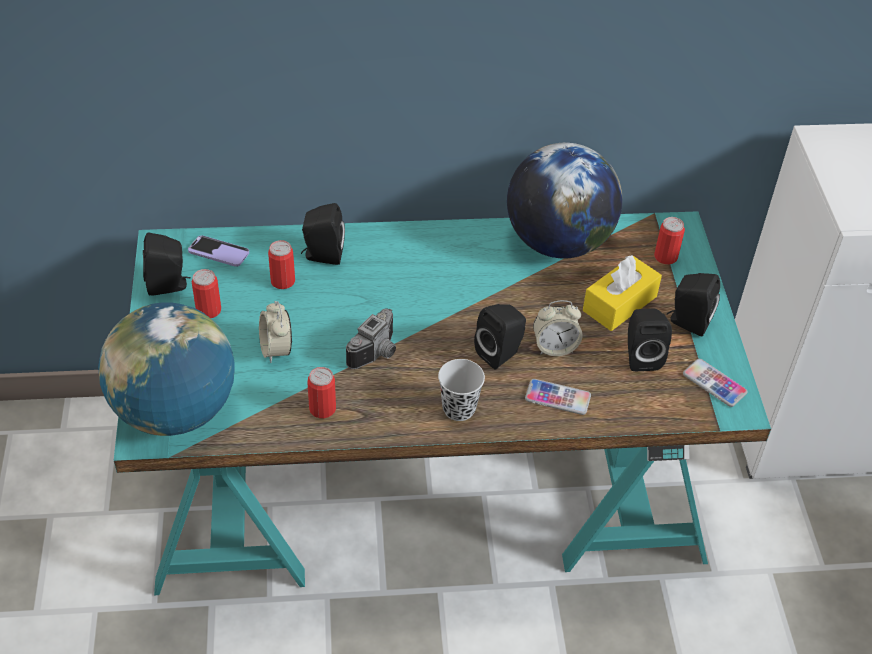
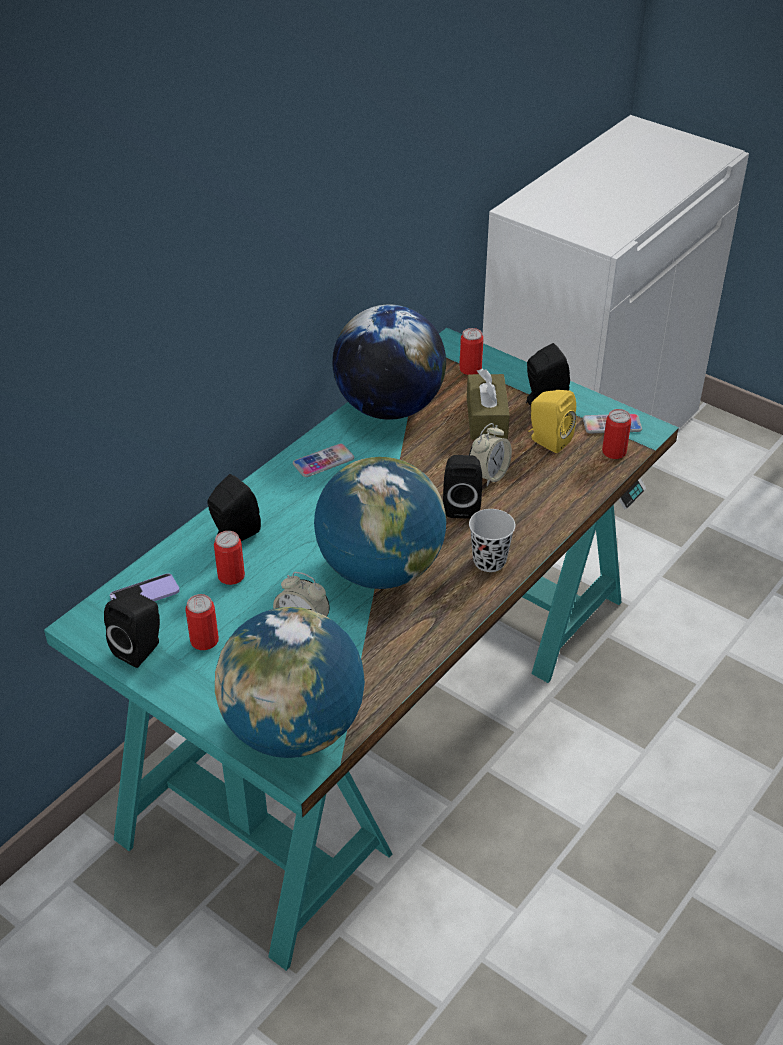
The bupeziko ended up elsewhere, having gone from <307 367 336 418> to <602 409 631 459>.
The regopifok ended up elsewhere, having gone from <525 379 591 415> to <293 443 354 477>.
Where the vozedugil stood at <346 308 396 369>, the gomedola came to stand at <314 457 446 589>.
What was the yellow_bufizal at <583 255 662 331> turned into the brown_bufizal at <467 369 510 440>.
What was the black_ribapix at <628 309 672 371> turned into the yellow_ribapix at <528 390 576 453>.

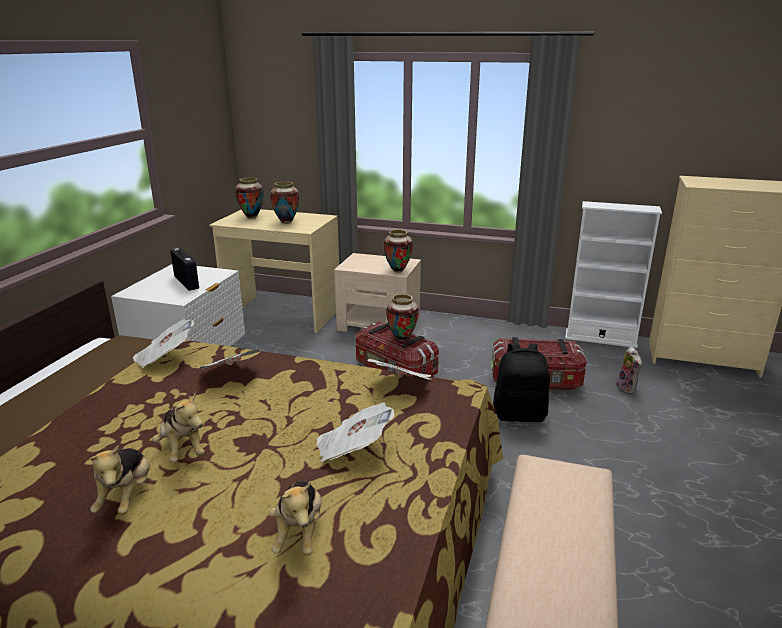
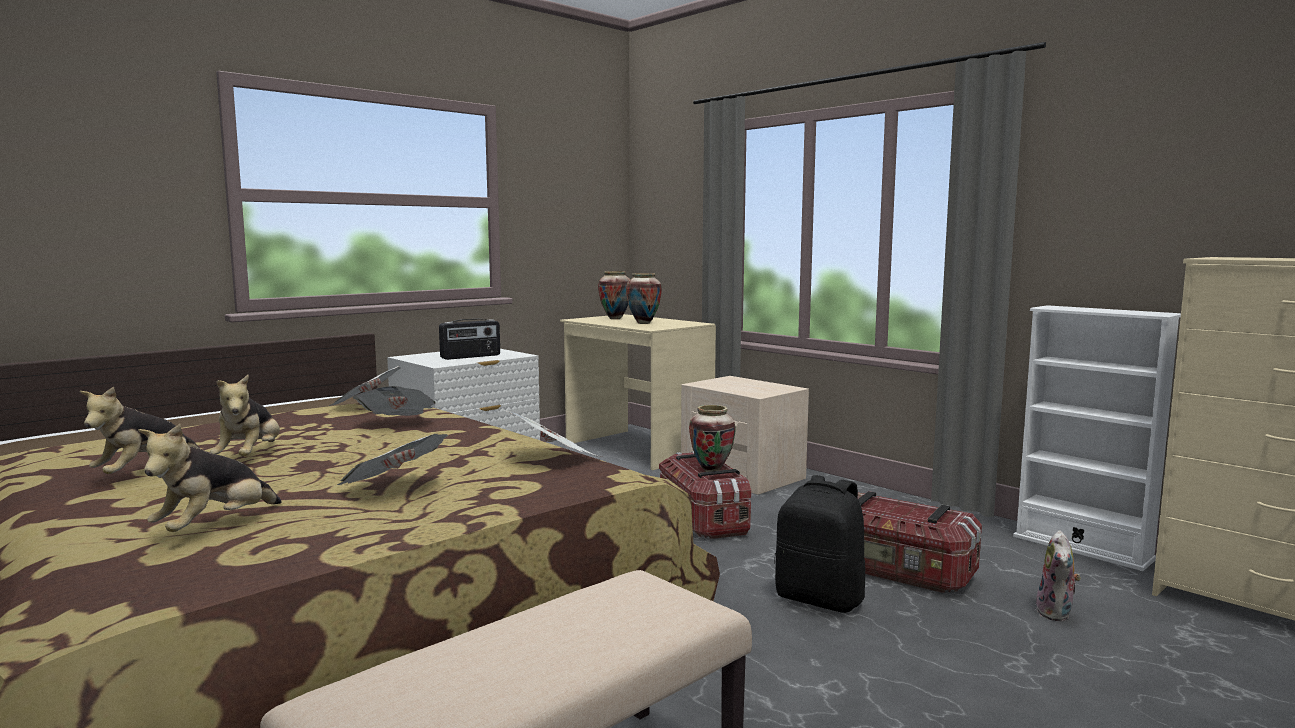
The second view lost the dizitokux at <384 230 413 272>.
The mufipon at <170 248 199 291> ended up facing another way, 60 degrees clockwise from before.

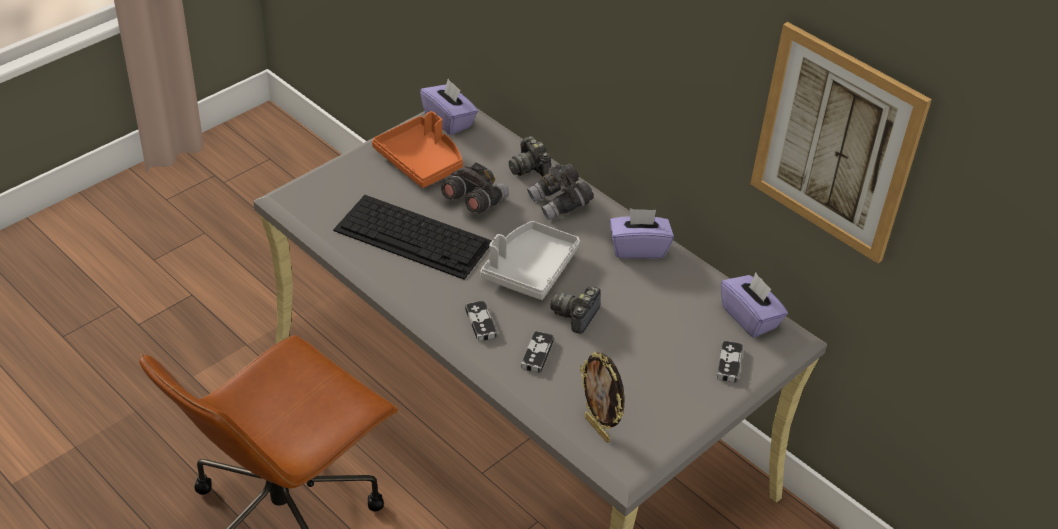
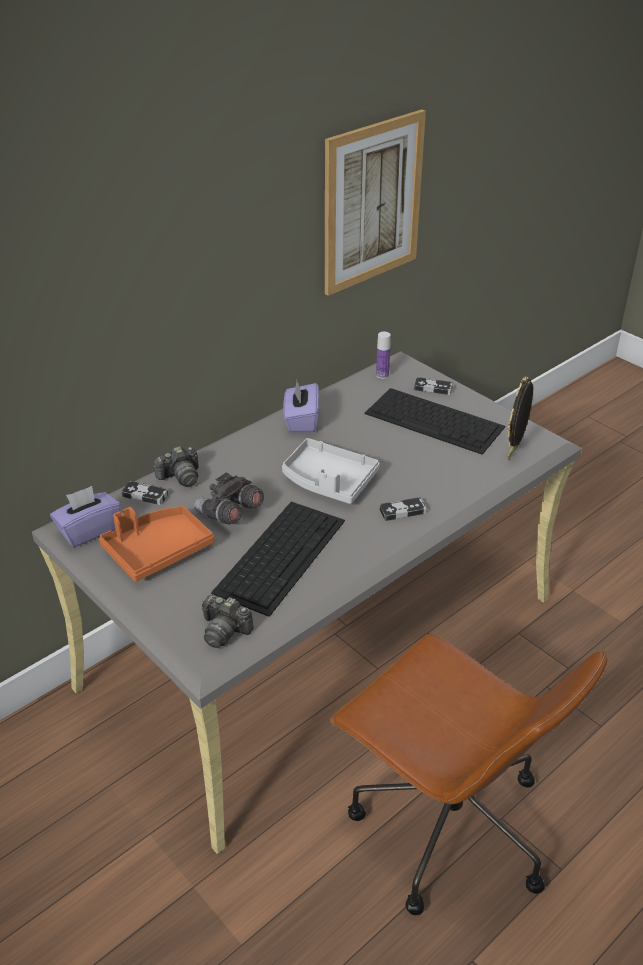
The second view lost the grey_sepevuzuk at <527 164 594 220>.
The second view gained the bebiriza at <365 388 505 455>.
The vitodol ended up elsewhere, having gone from <521 331 554 373> to <121 481 168 505>.
The vozedugil ended up elsewhere, having gone from <550 286 601 334> to <202 595 254 648>.
Where the purple_bufizal stood at <721 273 788 338>, the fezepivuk came to stand at <376 331 391 379>.
The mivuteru at <580 352 625 442> ended up facing another way, 150 degrees clockwise from before.

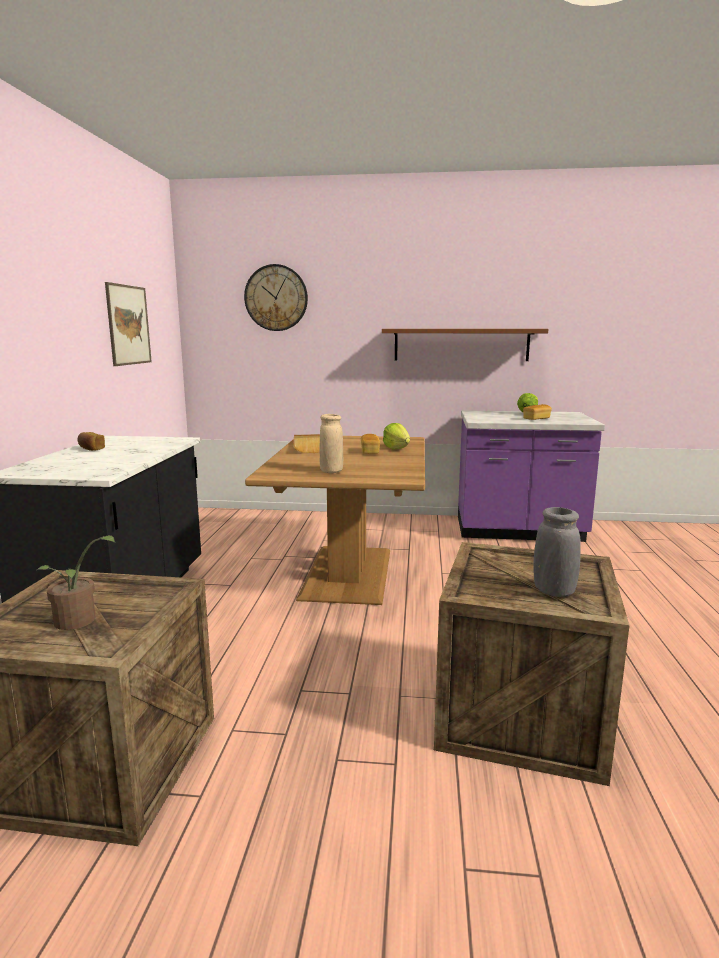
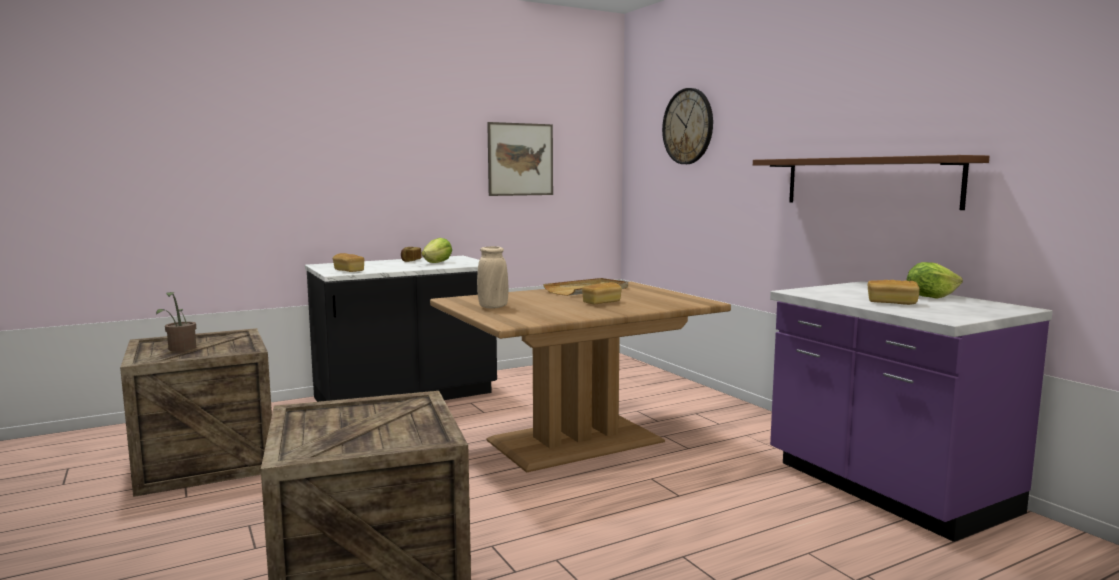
The second view lost the grey_dizitokux at <533 507 581 597>.
The second view gained the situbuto at <333 253 364 272>.
The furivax ended up elsewhere, having gone from <383 423 410 449> to <421 238 452 263>.

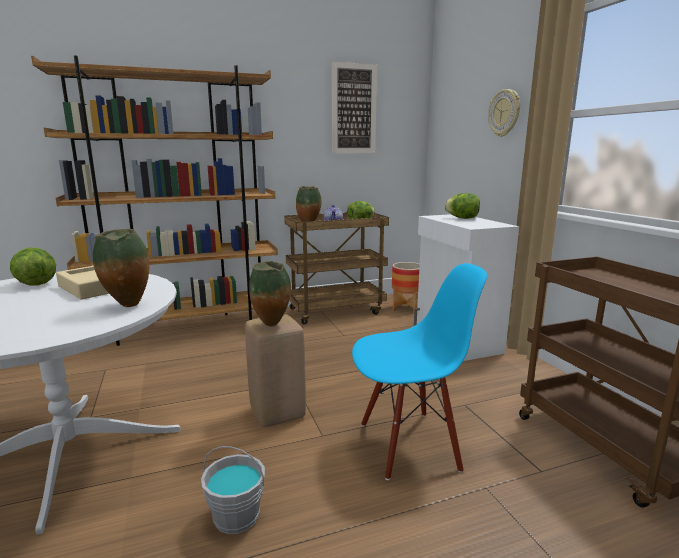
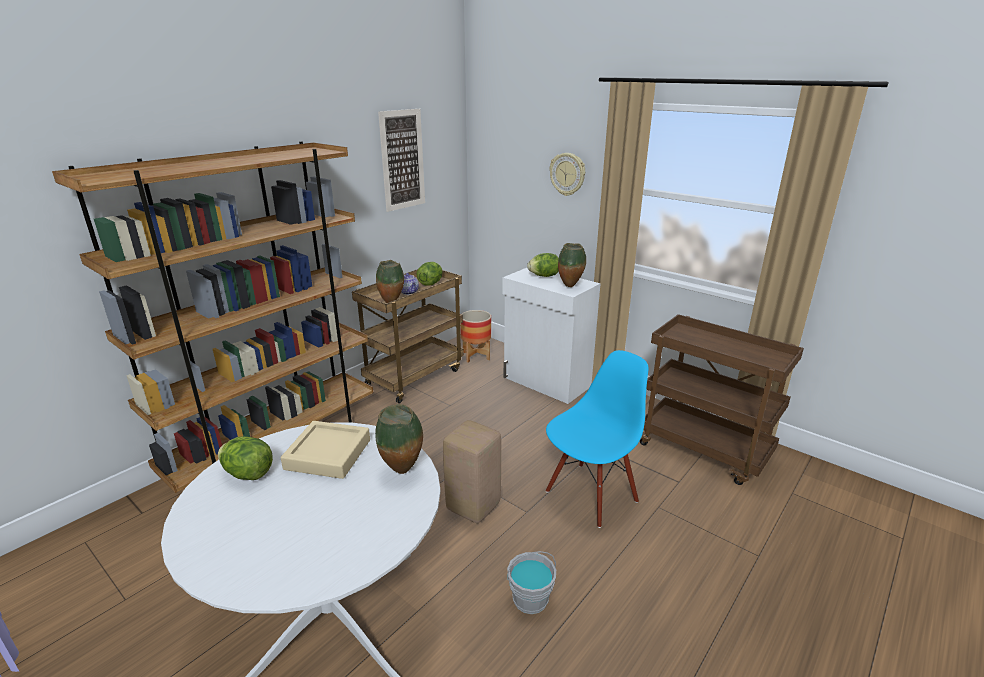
The dizitokux ended up elsewhere, having gone from <249 261 291 327> to <558 243 586 287>.

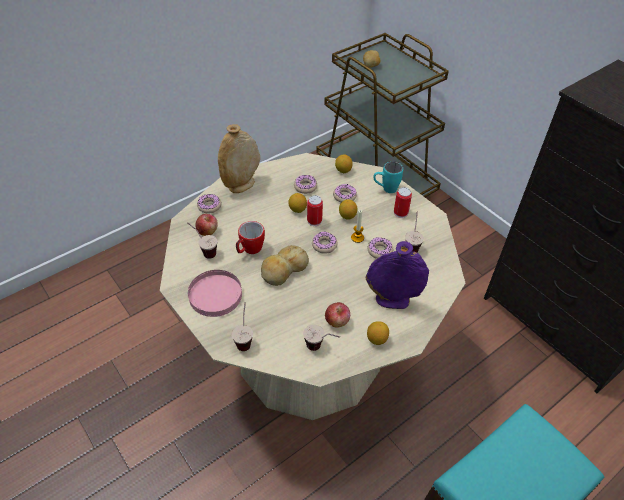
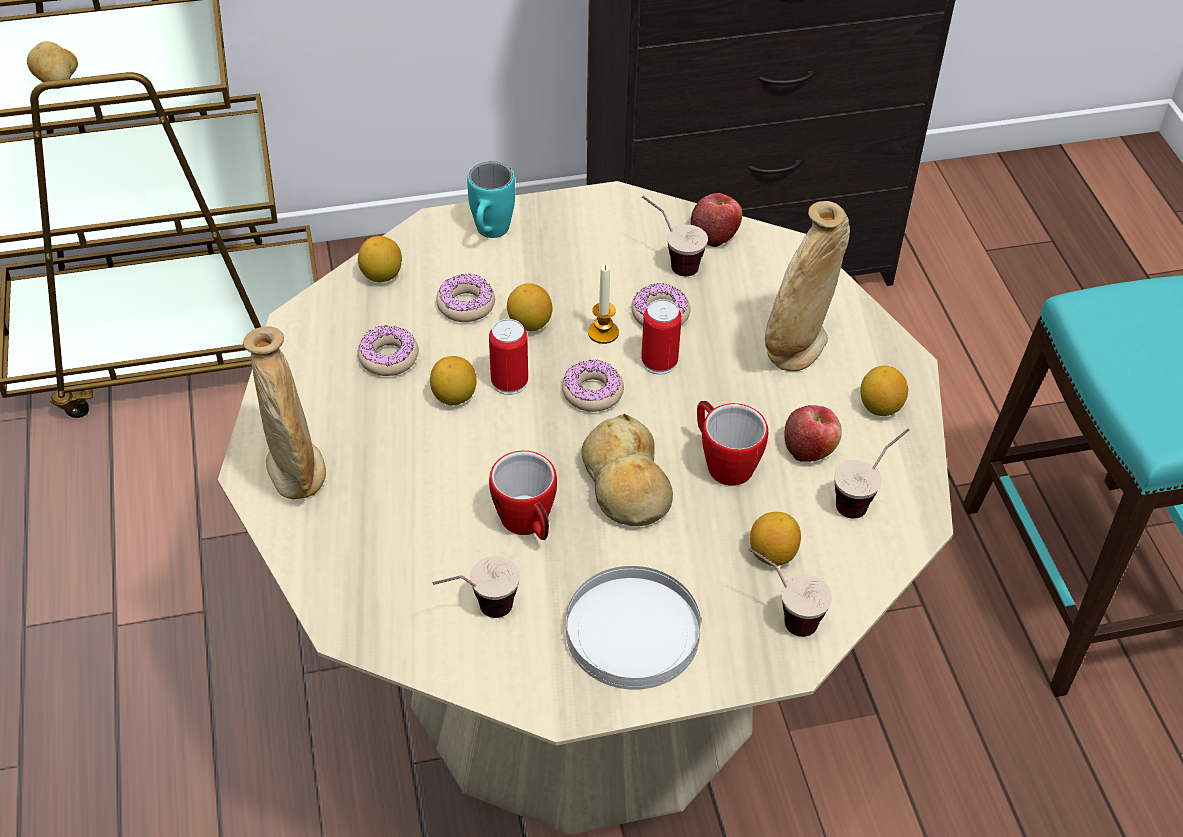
The second view lost the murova at <197 194 222 214>.
The second view gained the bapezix at <697 401 768 486>.
The second view gained the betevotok at <750 512 801 566>.
The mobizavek ended up elsewhere, having gone from <195 214 218 236> to <691 193 742 247>.
The bupeziko ended up elsewhere, having gone from <394 187 412 218> to <641 299 682 375>.
What was the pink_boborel at <188 270 242 317> turned into the white_boborel at <566 566 701 690>.
What was the purple_dizitokux at <366 241 429 309> turned into the beige_dizitokux at <765 201 850 371>.

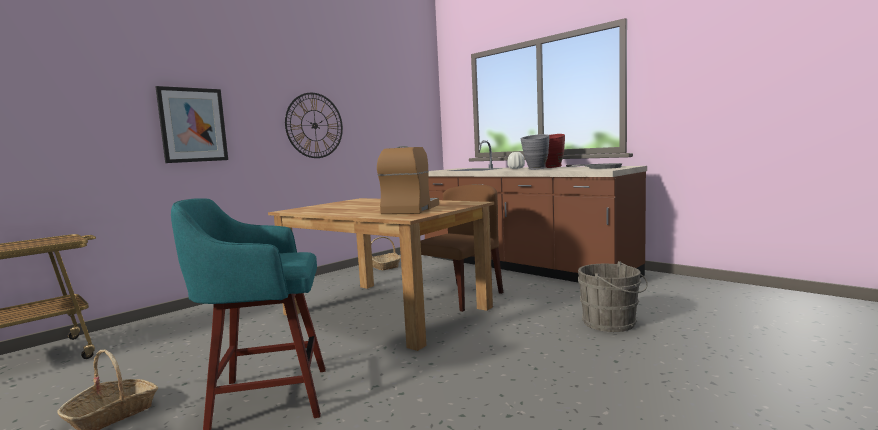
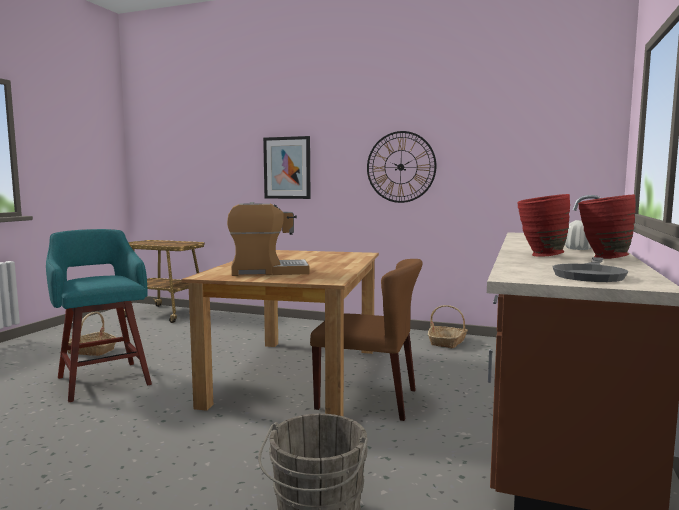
What was the grey_dizitokux at <521 134 549 170> turned into the red_dizitokux at <517 194 570 257>.

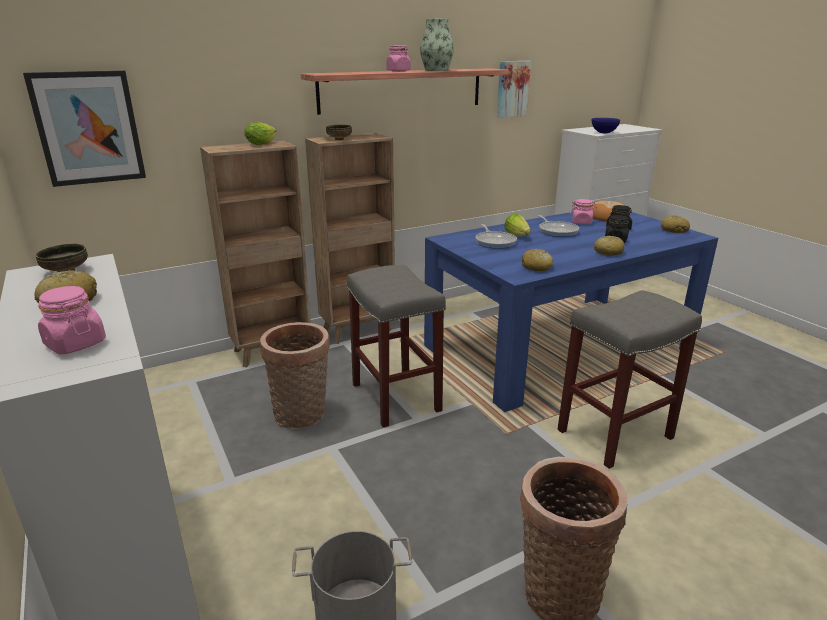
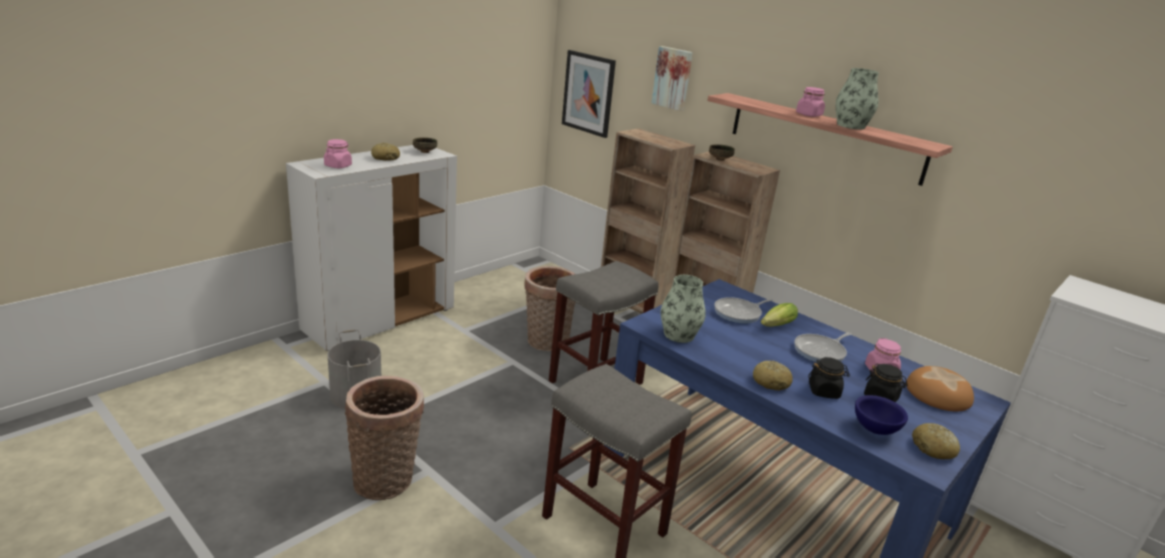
The second view lost the furivax at <244 122 277 145>.
The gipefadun ended up elsewhere, having gone from <497 61 531 118> to <652 46 693 111>.
The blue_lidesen ended up elsewhere, having gone from <592 118 620 133> to <855 395 908 435>.
Where the situbuto stood at <522 248 553 271>, the dizitokux came to stand at <661 275 706 343>.

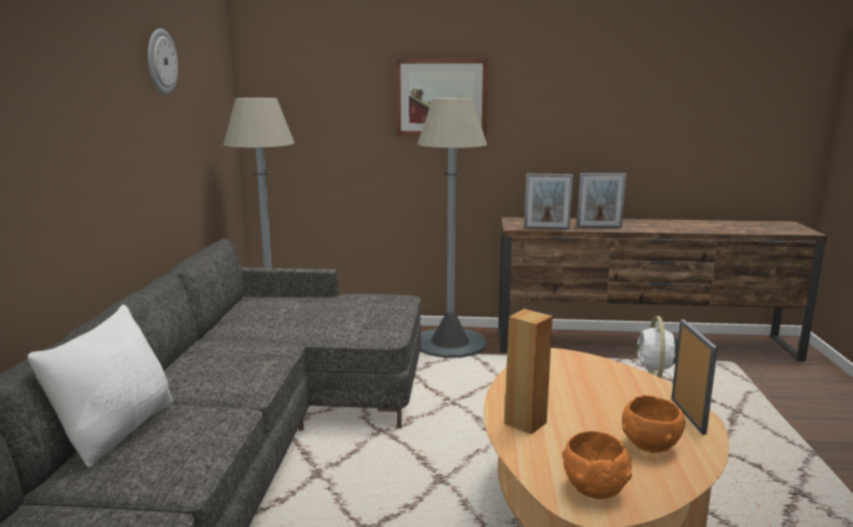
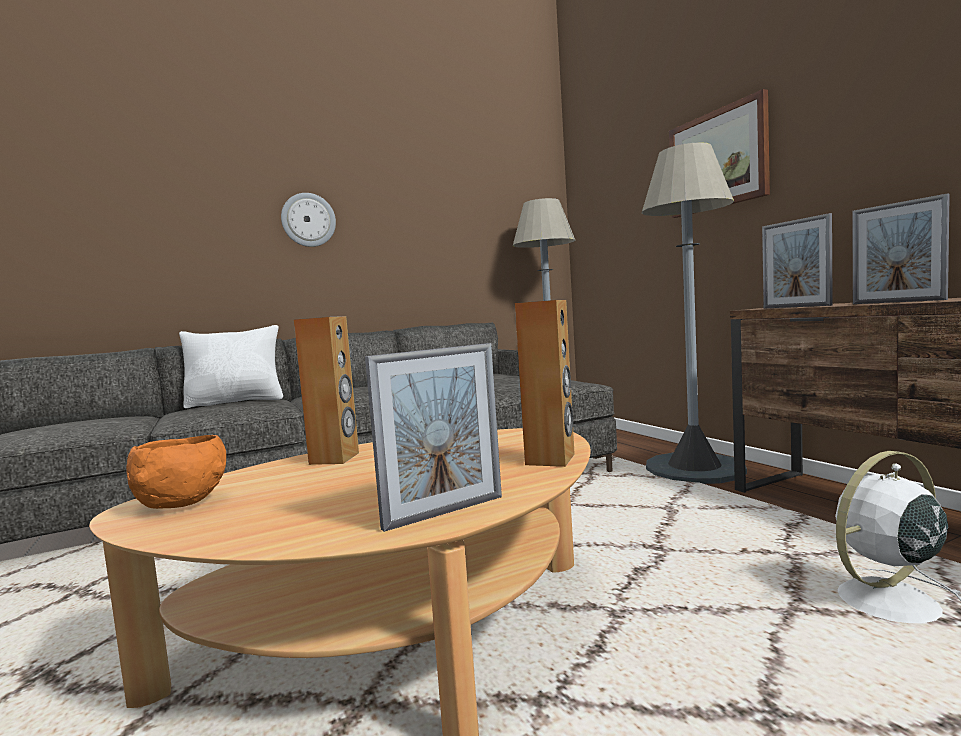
The second view lost the orange_lidesen at <622 395 685 453>.
The second view gained the brown_ribapix at <515 300 575 467>.
The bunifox ended up elsewhere, having gone from <148 29 178 94> to <281 193 336 247>.

